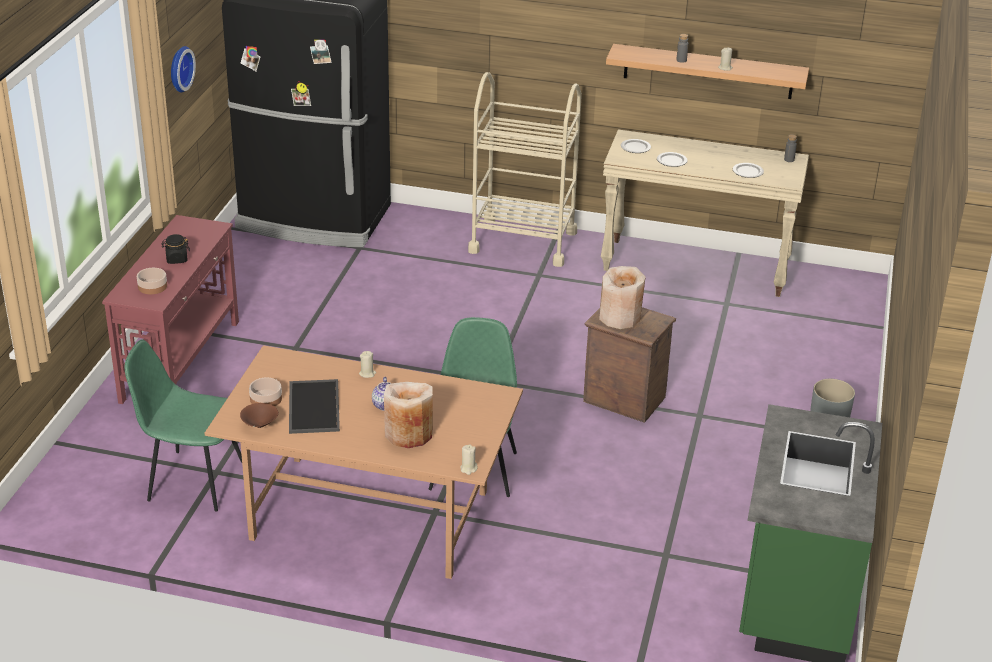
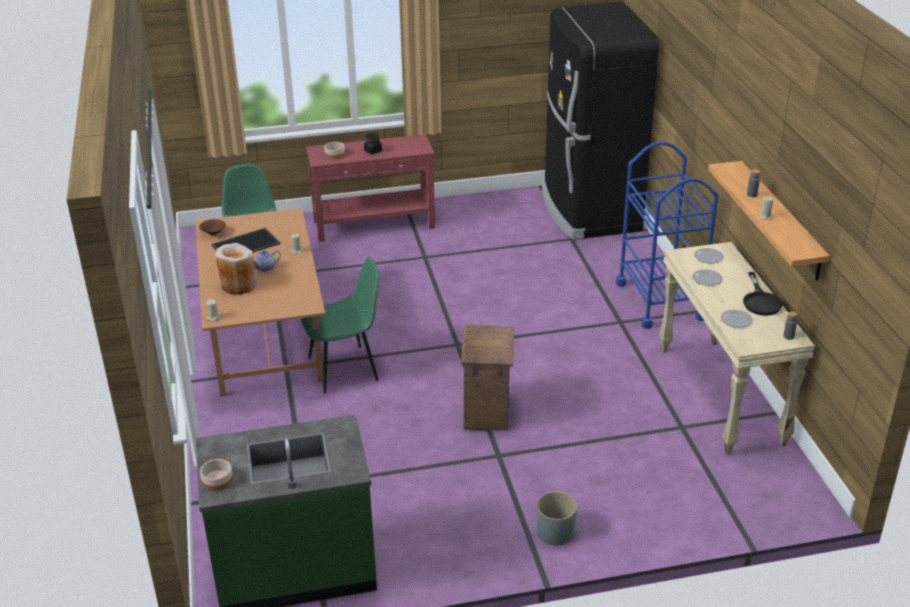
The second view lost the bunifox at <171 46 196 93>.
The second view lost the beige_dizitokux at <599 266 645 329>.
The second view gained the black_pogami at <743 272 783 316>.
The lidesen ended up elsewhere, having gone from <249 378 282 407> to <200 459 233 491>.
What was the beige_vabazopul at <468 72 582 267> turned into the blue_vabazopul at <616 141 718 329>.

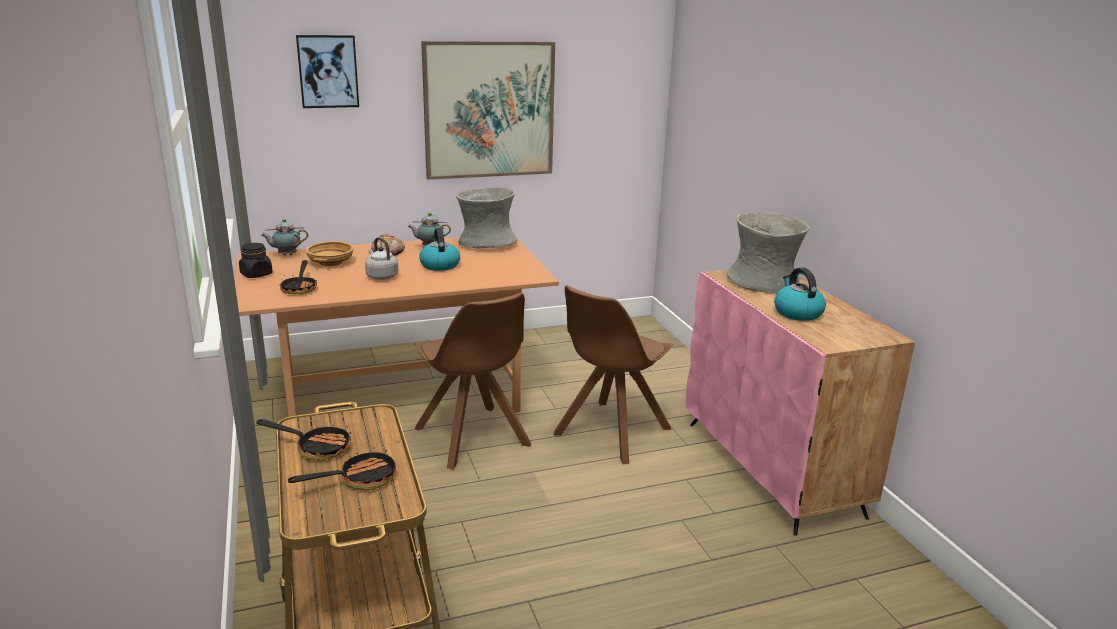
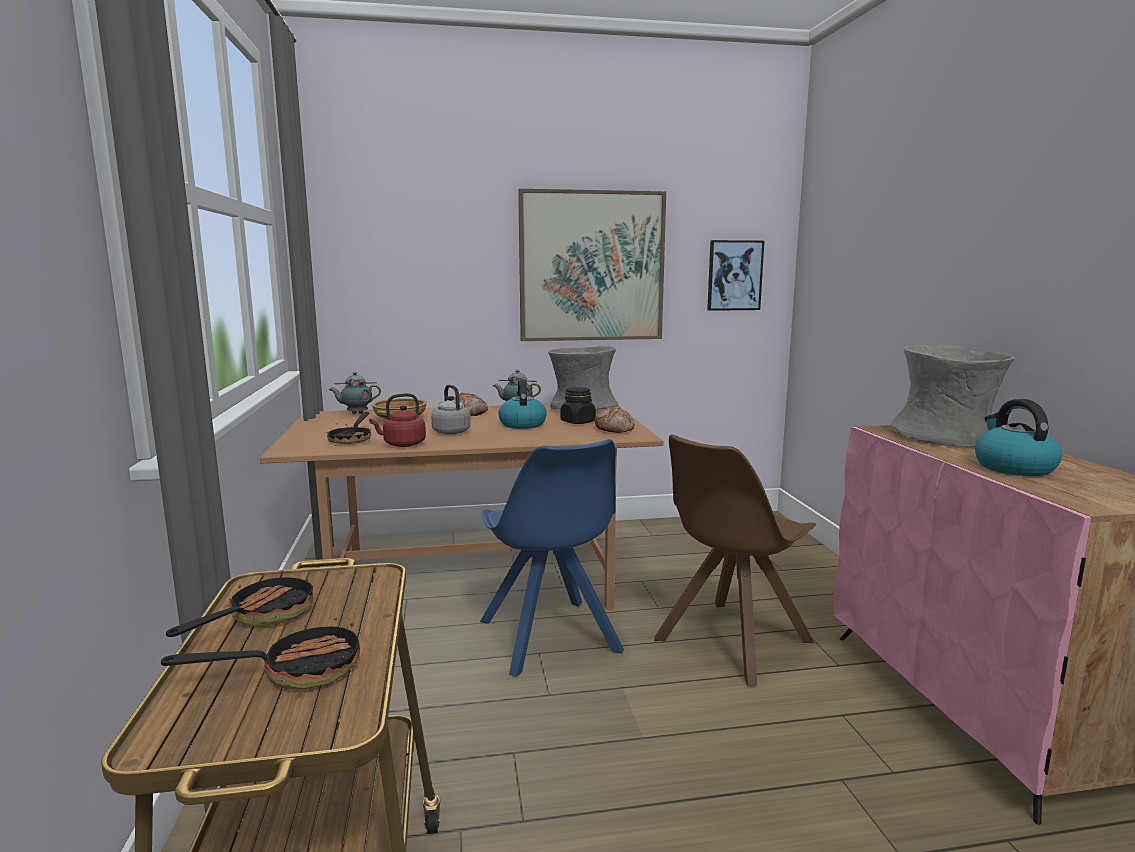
The second view gained the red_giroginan at <369 393 426 447>.
The second view gained the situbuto at <595 408 634 433>.
The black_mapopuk ended up elsewhere, having gone from <239 243 273 278> to <561 387 596 424>.
The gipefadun ended up elsewhere, having gone from <296 35 359 108> to <707 240 764 311>.
What was the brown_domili at <414 293 531 470> turned into the blue_domili at <480 439 624 677>.
The pogami at <256 419 351 461> ended up facing another way, 90 degrees counterclockwise from before.

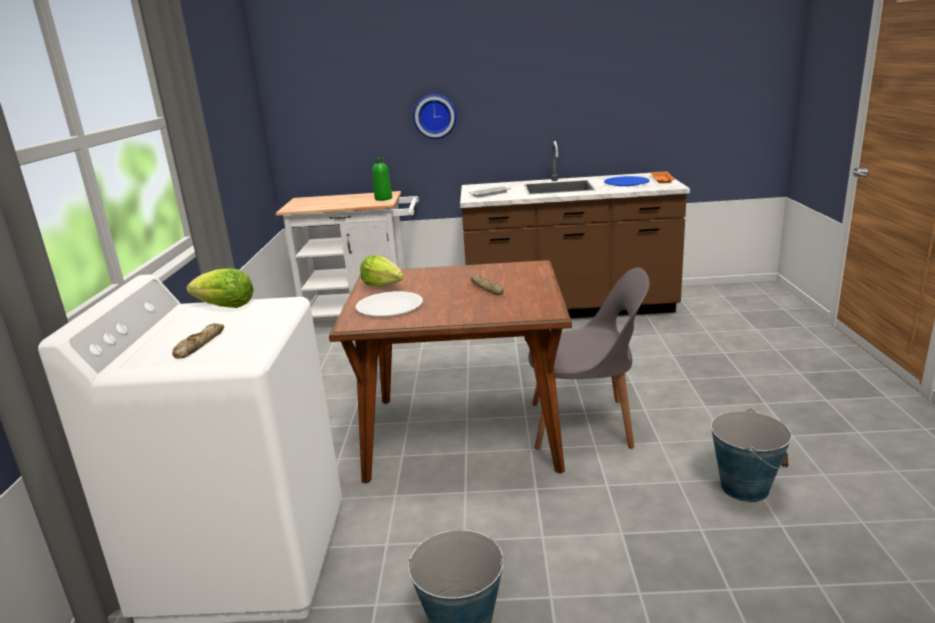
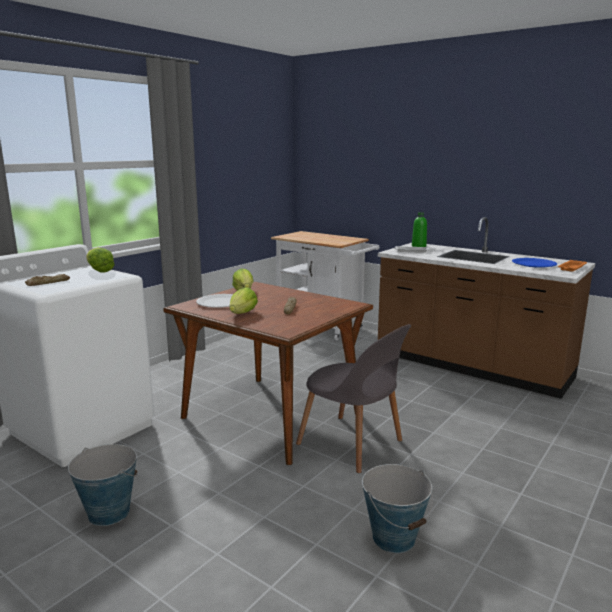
The second view lost the bunifox at <413 94 456 139>.
The second view gained the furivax at <229 287 258 314>.
The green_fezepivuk ended up elsewhere, having gone from <372 157 392 201> to <412 212 427 247>.

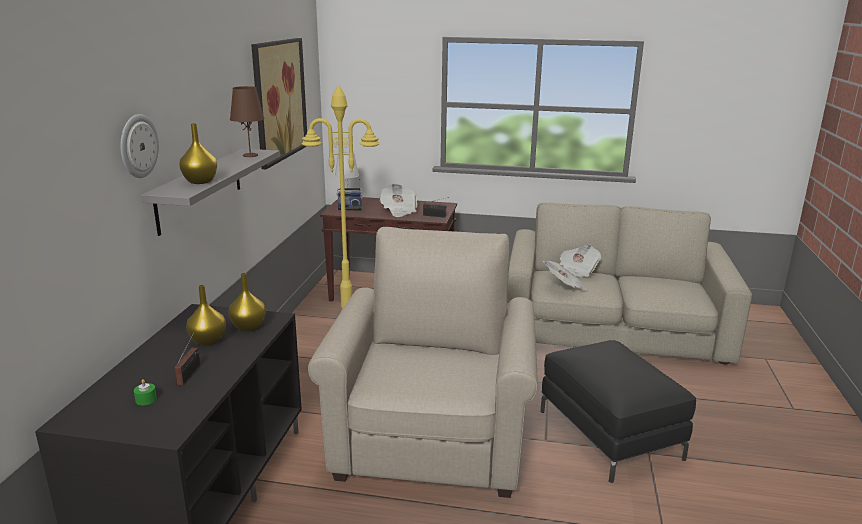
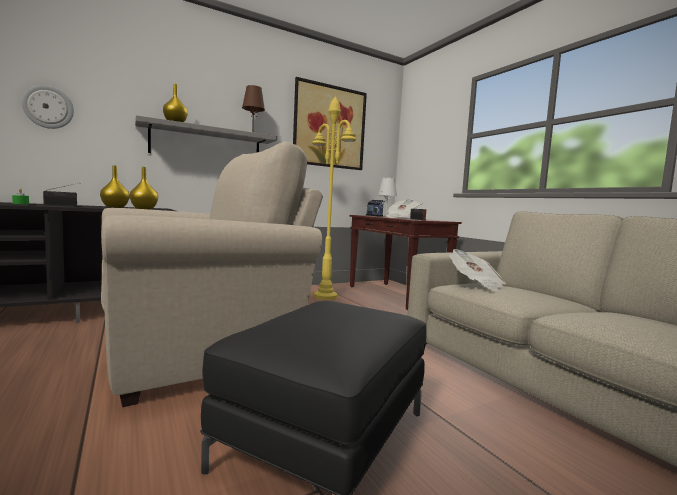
The second view lost the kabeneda at <559 245 601 277>.
The bunifox ended up elsewhere, having gone from <120 114 159 178> to <22 85 74 129>.

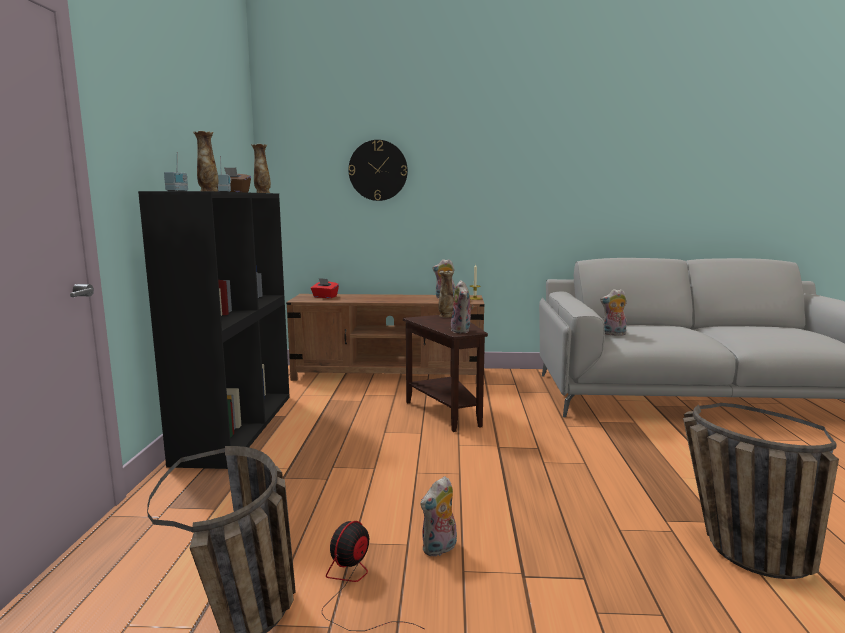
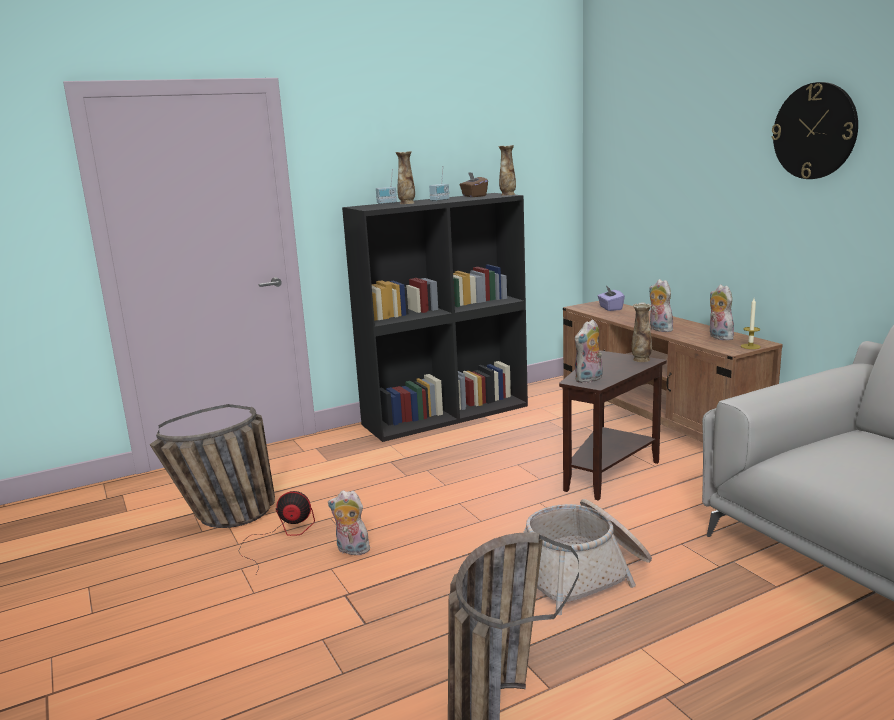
The second view gained the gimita at <523 499 652 615>.
The bunifox ended up elsewhere, having gone from <349 140 408 201> to <771 82 858 179>.
The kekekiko ended up elsewhere, having gone from <600 289 627 336> to <649 279 673 332>.
What was the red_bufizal at <311 278 339 298> turned into the purple_bufizal at <598 286 625 311>.

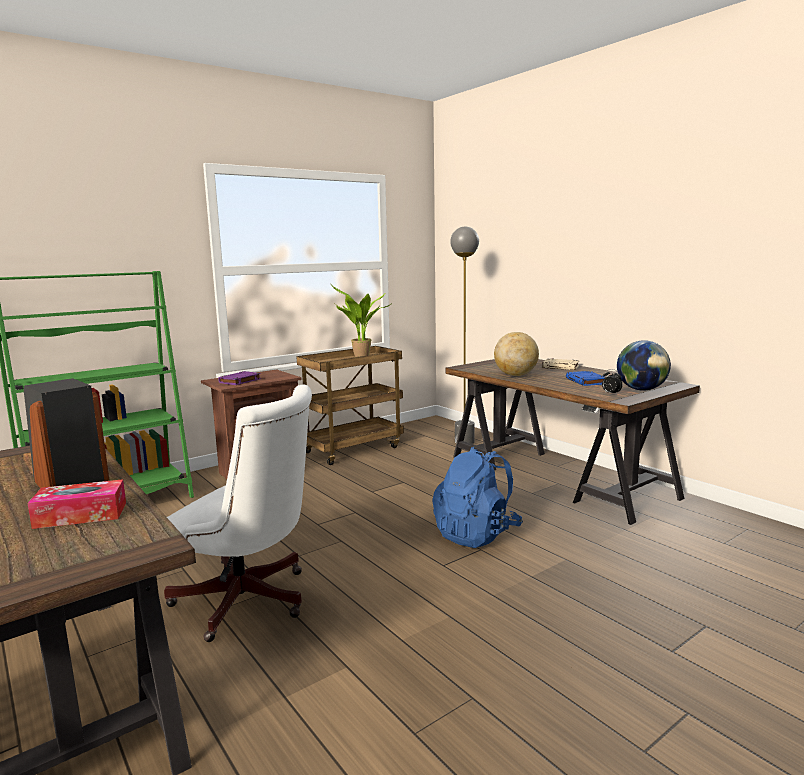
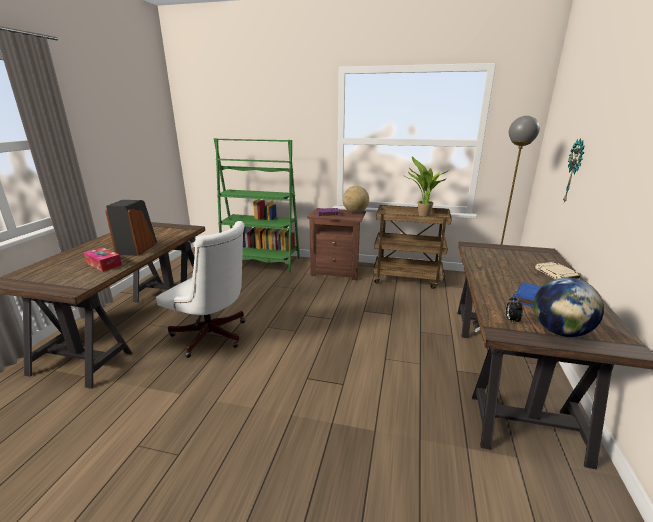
The second view lost the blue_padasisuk at <432 447 523 548>.
The second view gained the bunifox at <563 138 584 203>.
The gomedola ended up elsewhere, having gone from <494 332 539 376> to <342 186 369 213>.
The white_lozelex at <164 384 312 642> ended up facing another way, 45 degrees counterclockwise from before.

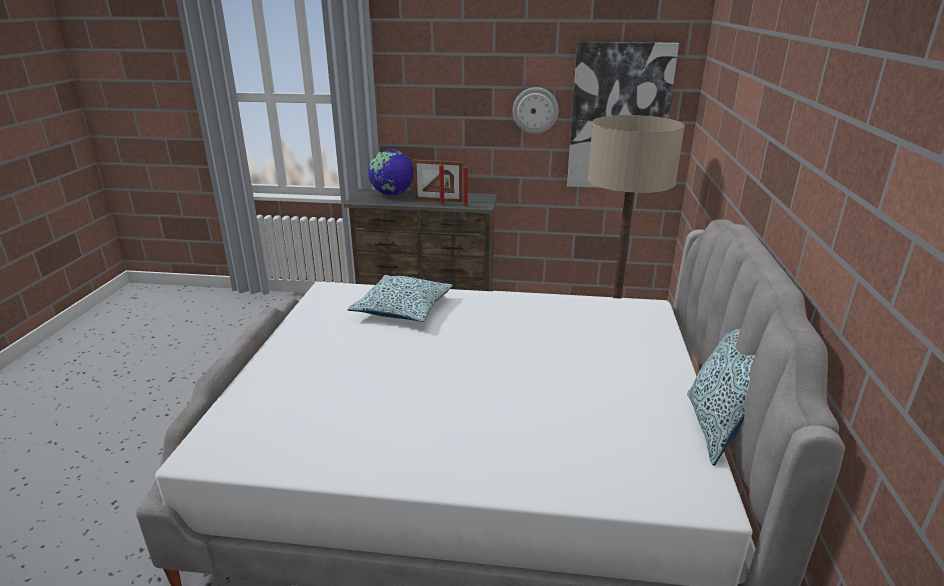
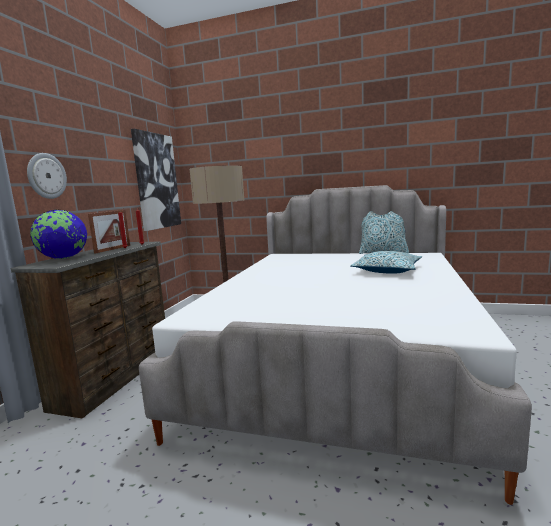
The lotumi ended up elsewhere, having gone from <348 275 453 322> to <350 251 422 274>.
The bunifox ended up elsewhere, having gone from <513 87 558 134> to <27 153 67 199>.

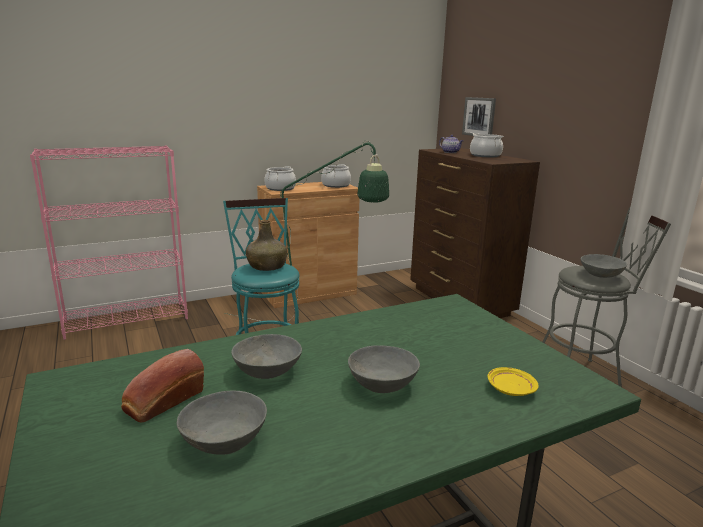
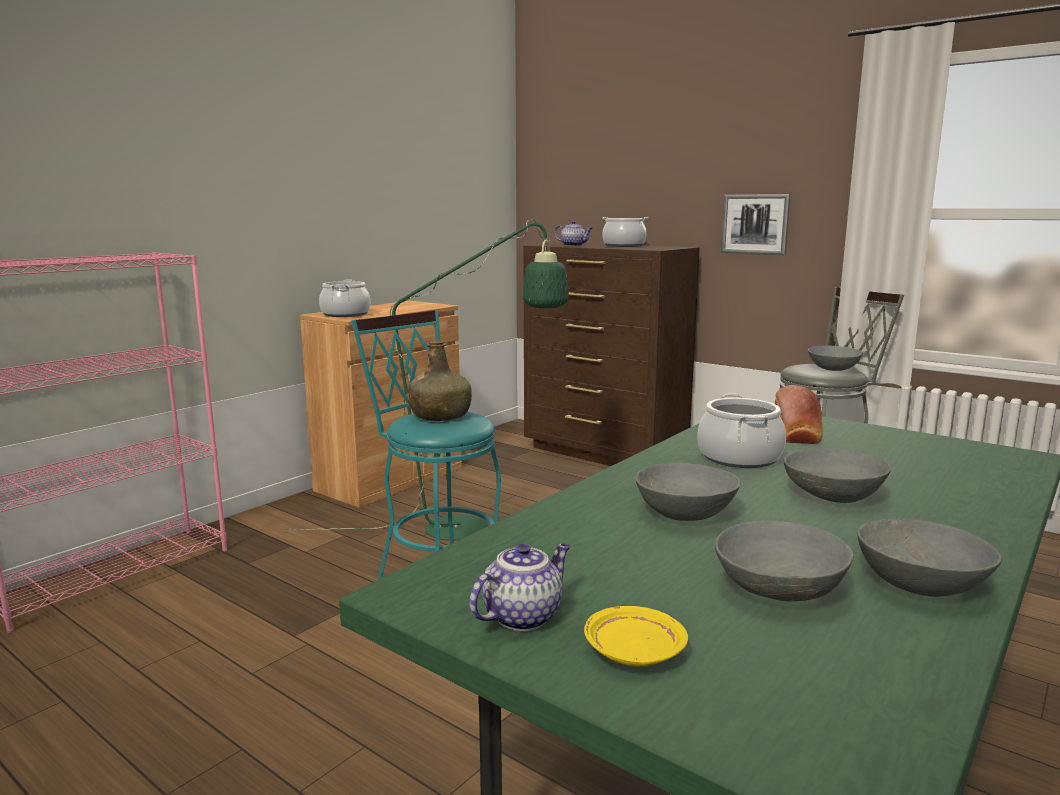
The second view gained the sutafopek at <469 544 570 631>.
The second view gained the grey_lidesen at <857 519 1002 597>.
The situbuto ended up elsewhere, having gone from <121 349 204 423> to <775 385 823 444>.
The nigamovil ended up elsewhere, having gone from <321 164 351 188> to <697 393 786 468>.
The gipefadun ended up elsewhere, having gone from <462 97 496 136> to <721 194 791 255>.
The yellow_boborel ended up elsewhere, having gone from <488 367 539 396> to <584 606 688 666>.

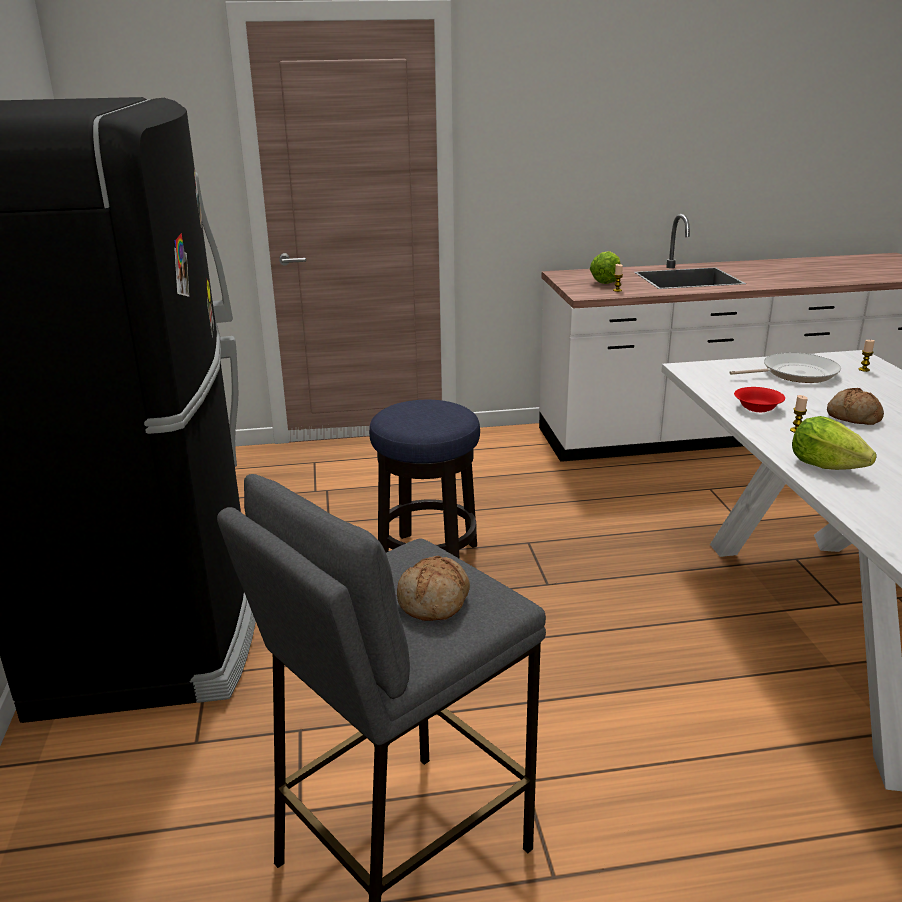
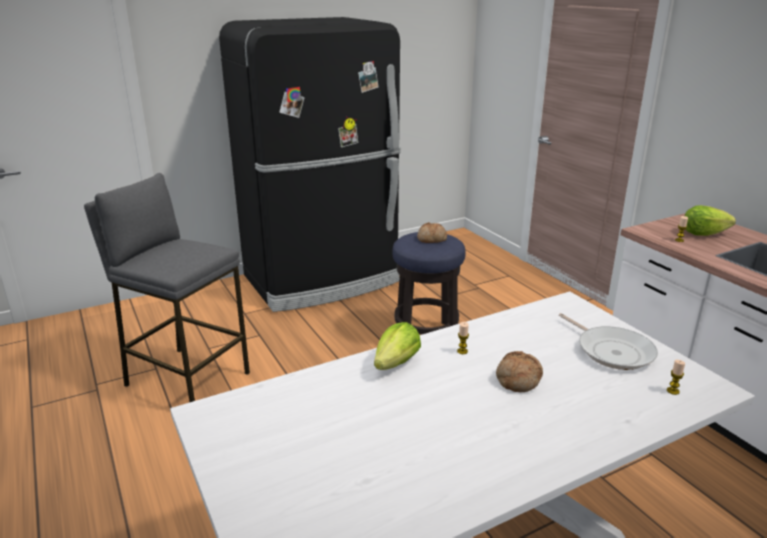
The second view lost the red_lidesen at <734 387 785 412>.
The situbuto ended up elsewhere, having gone from <397 556 470 621> to <417 222 447 243>.

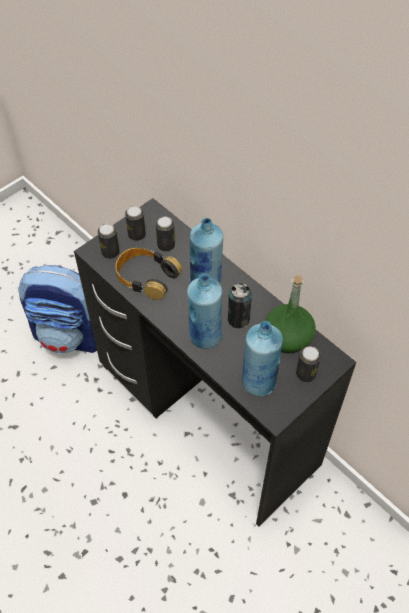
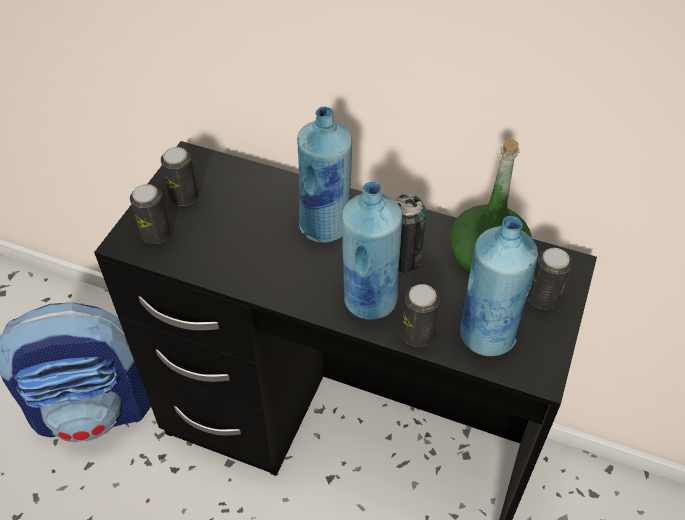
The second view lost the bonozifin at <115 248 182 300>.
The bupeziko ended up elsewhere, having gone from <156 216 175 251> to <401 284 440 347>.

